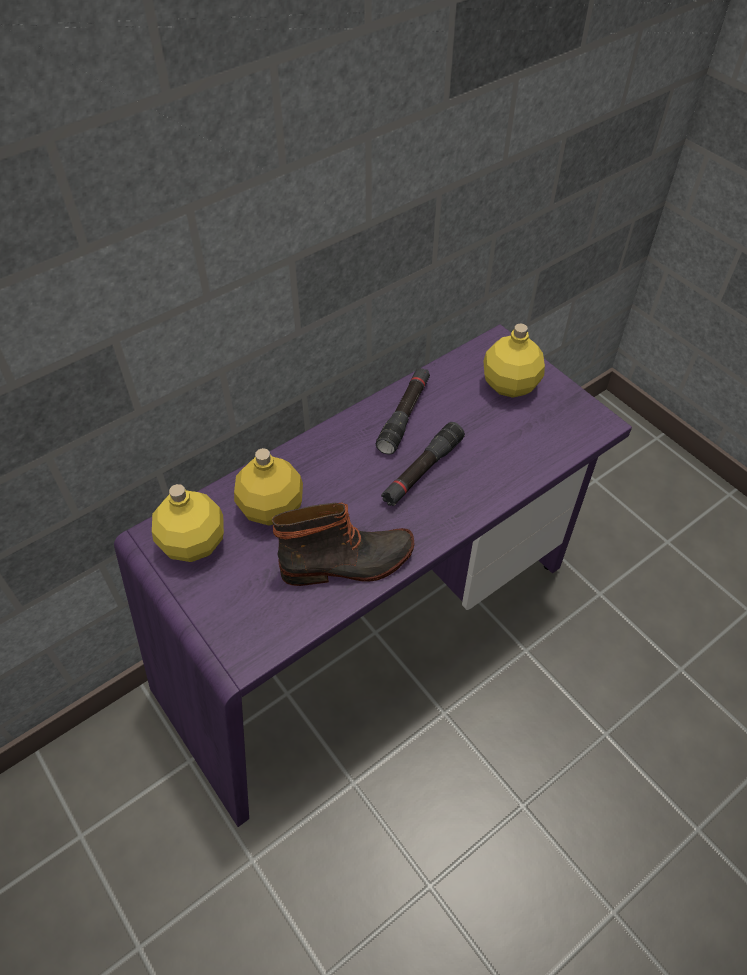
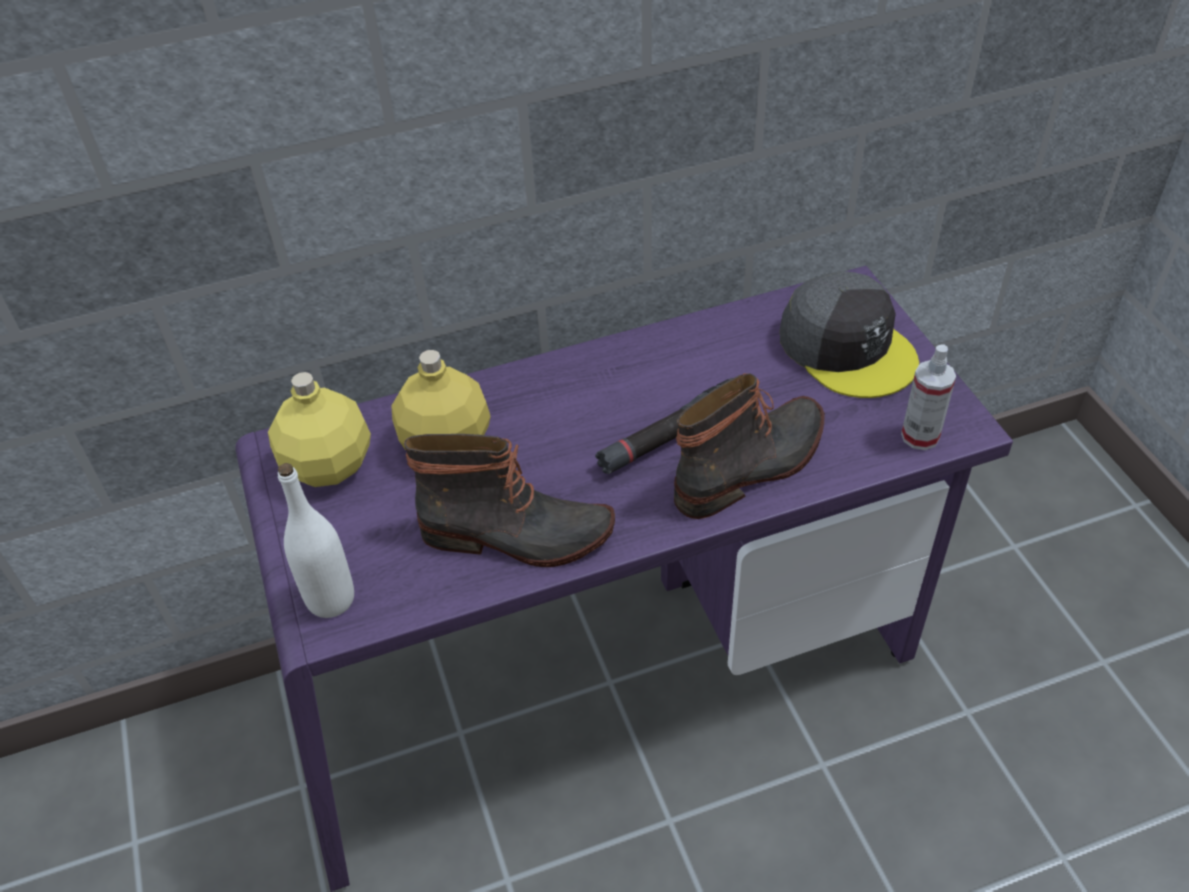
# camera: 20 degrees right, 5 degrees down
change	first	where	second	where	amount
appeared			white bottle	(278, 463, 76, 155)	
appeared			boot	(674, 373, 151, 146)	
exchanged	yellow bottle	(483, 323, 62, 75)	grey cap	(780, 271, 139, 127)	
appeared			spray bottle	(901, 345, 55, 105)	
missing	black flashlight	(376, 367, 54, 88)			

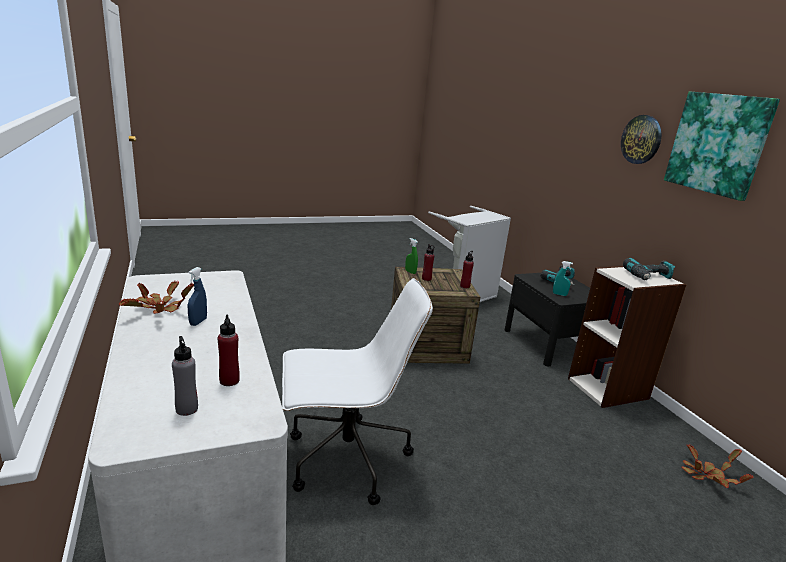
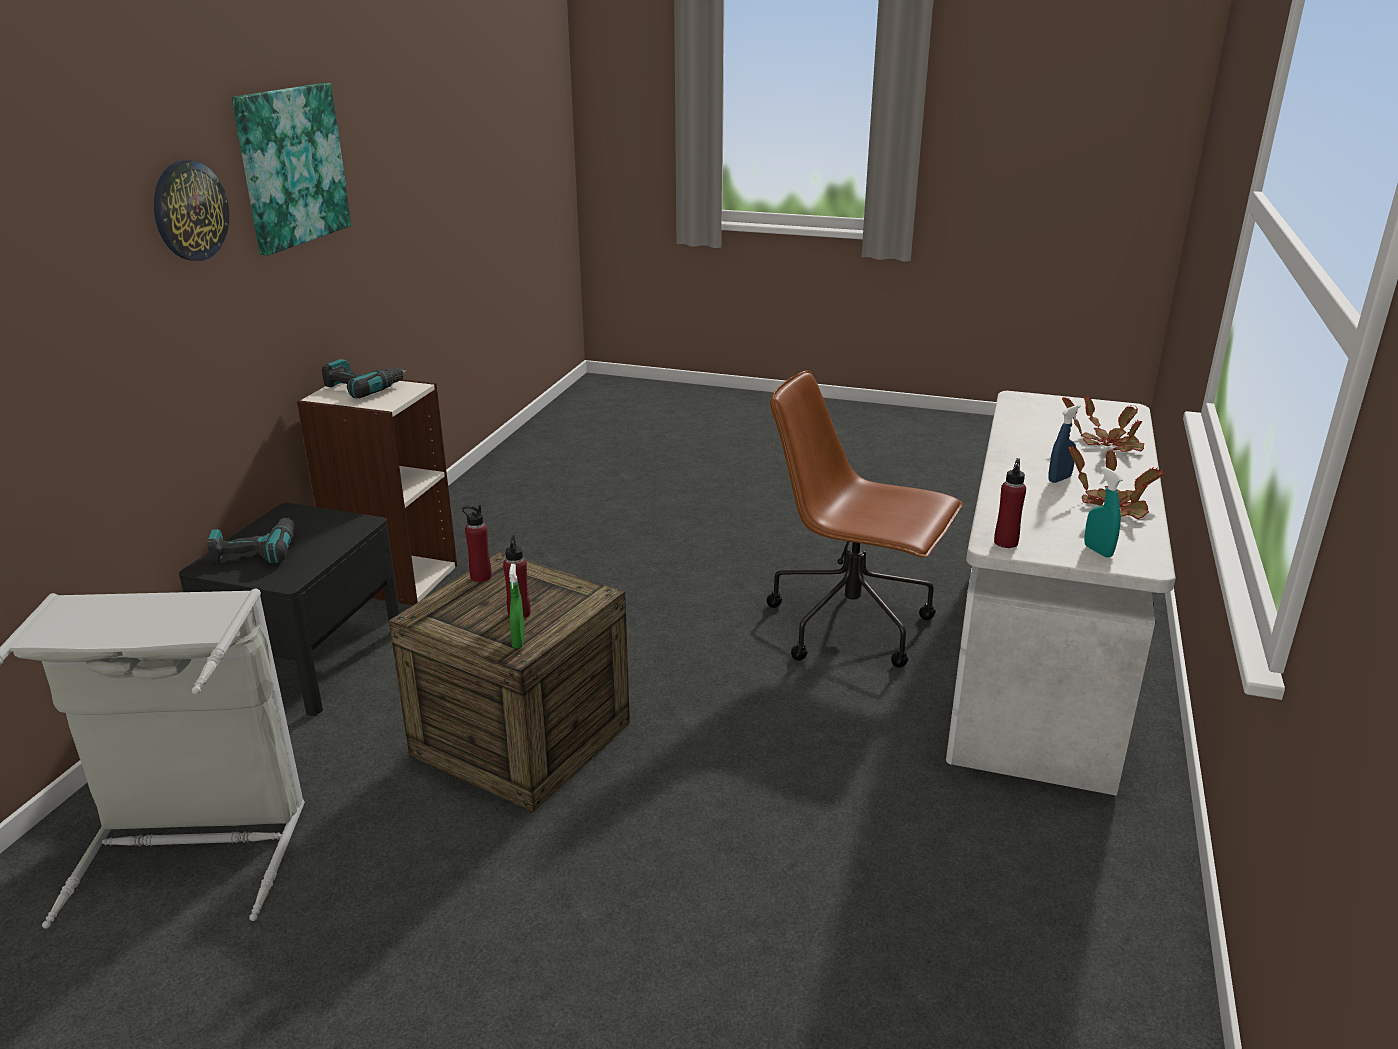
# camera: 140 degrees left, 5 degrees up
change	first	where	second	where	amount
colour	white office chair	(282, 278, 151, 227)	brown office chair	(767, 370, 196, 298)	
relocated	red bottle	(218, 315, 22, 71)		(994, 458, 32, 90)	
relocated	potted plant	(681, 444, 73, 44)		(1062, 396, 82, 56)	
relocated	turquoise spray bottle	(553, 261, 20, 35)		(1084, 466, 39, 92)	
missing	grey bottle	(172, 336, 26, 80)			

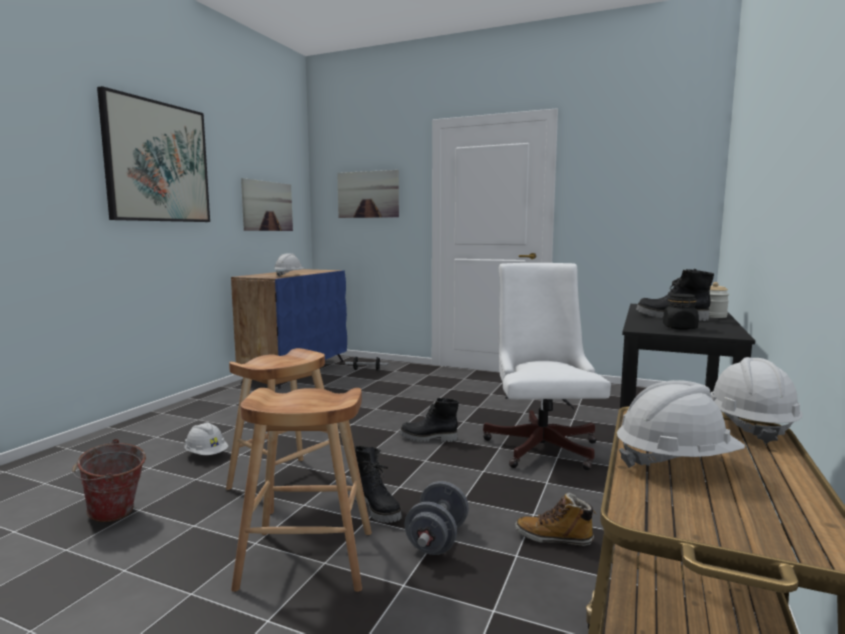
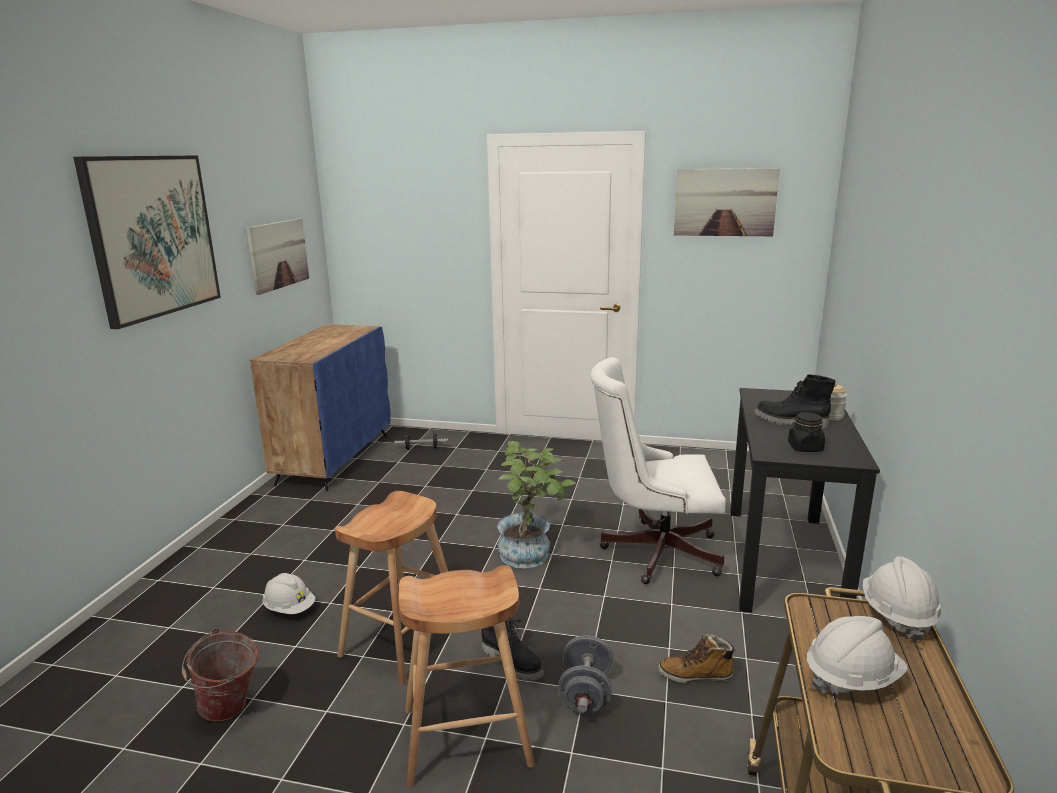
# camera: 10 degrees left, 10 degrees up
change	first	where	second	where	amount
exchanged	black boot	(399, 398, 60, 44)	potted plant	(497, 441, 79, 127)	
spun	white office chair	(483, 263, 128, 207)		(590, 357, 136, 227)	75 degrees counterclockwise
relocated	picture	(337, 170, 62, 48)		(674, 168, 106, 68)	
missing	white hard hat	(274, 253, 31, 24)			

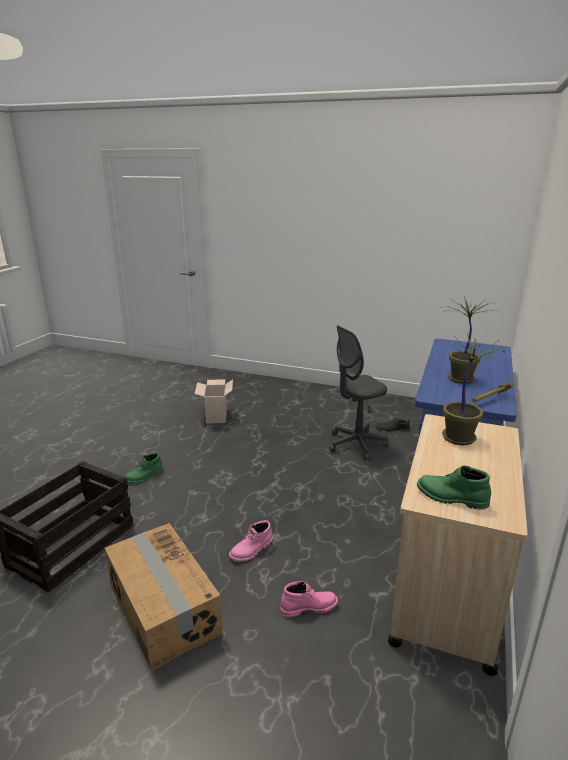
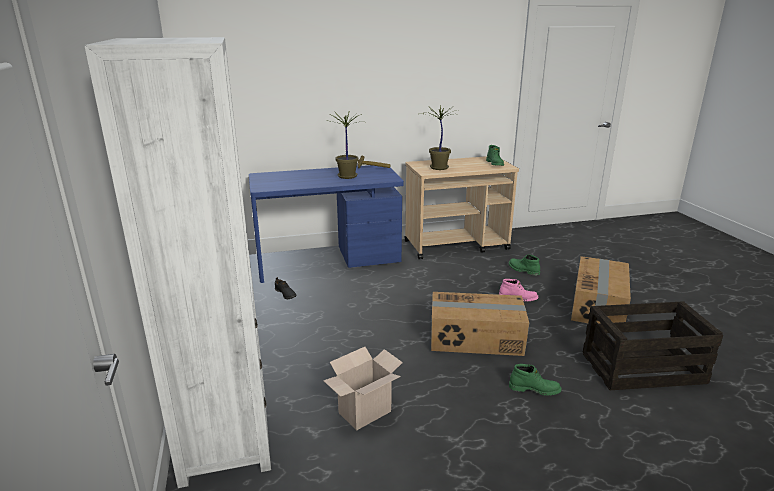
# camera: 125 degrees left, 0 degrees up
change	first	where	second	where	amount
appeared			white bookcase	(84, 37, 187, 451)	
appeared			cardboard box	(431, 292, 98, 64)	
colour	pink boot	(281, 581, 57, 36)	green boot	(509, 255, 31, 21)	
missing	grey office chair	(329, 325, 60, 135)			

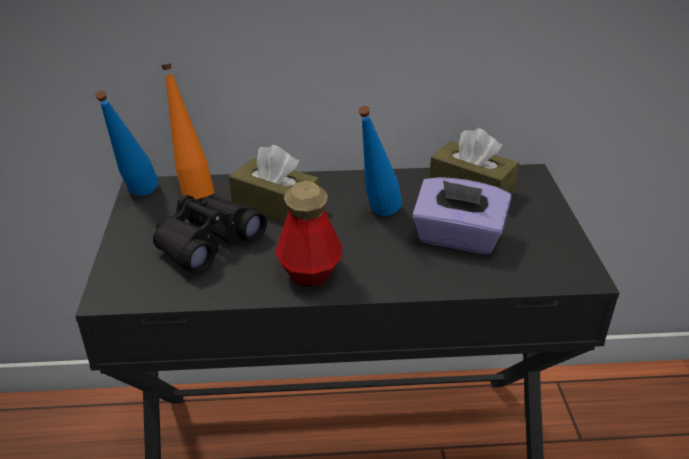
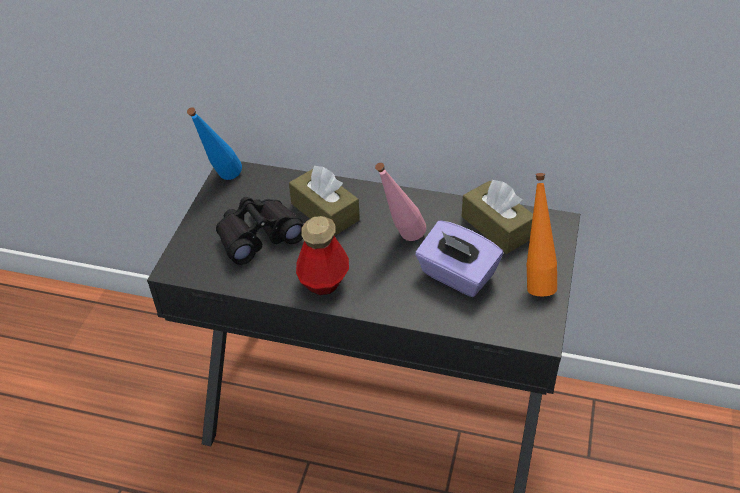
# camera: 20 degrees right, 10 degrees up
change	first	where	second	where	amount
colour	blue bottle	(358, 106, 44, 110)	pink bottle	(375, 163, 51, 78)	
relocated	orange bottle	(161, 63, 53, 136)		(527, 173, 30, 124)	

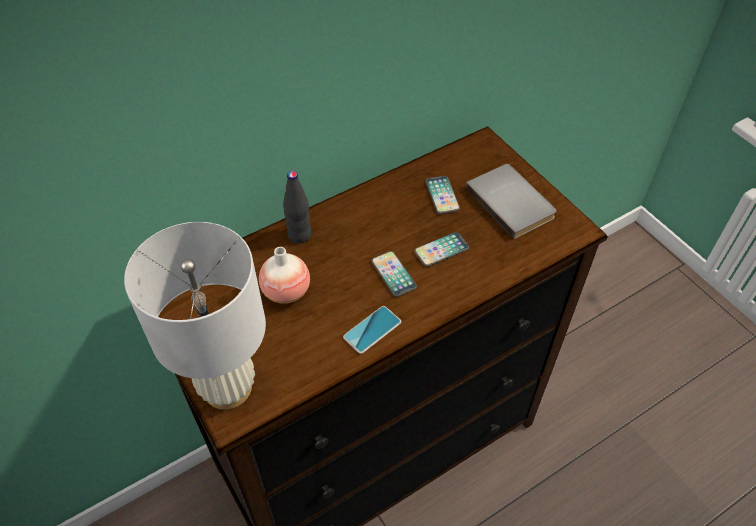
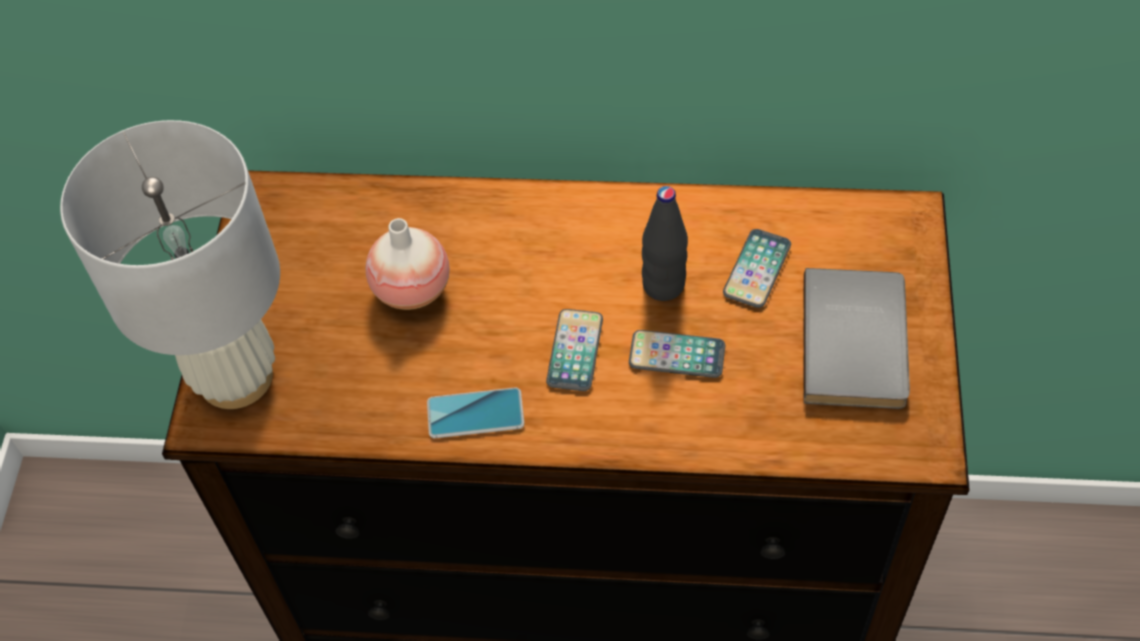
# camera: 40 degrees right, 5 degrees up
change	first	where	second	where	amount
relocated	black bottle	(283, 171, 28, 73)		(642, 186, 46, 115)	

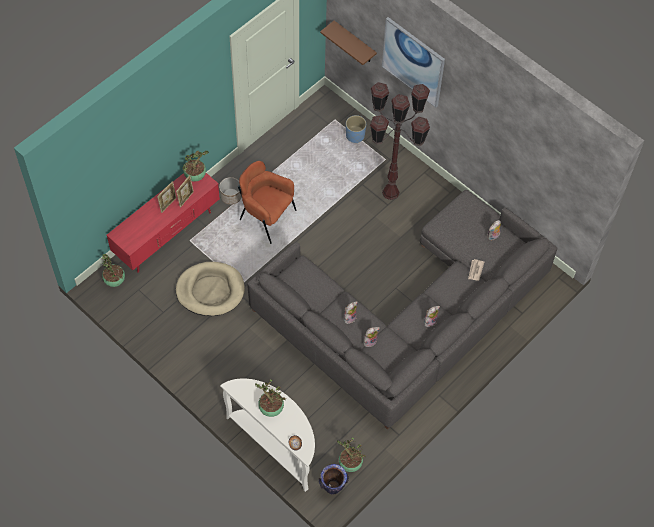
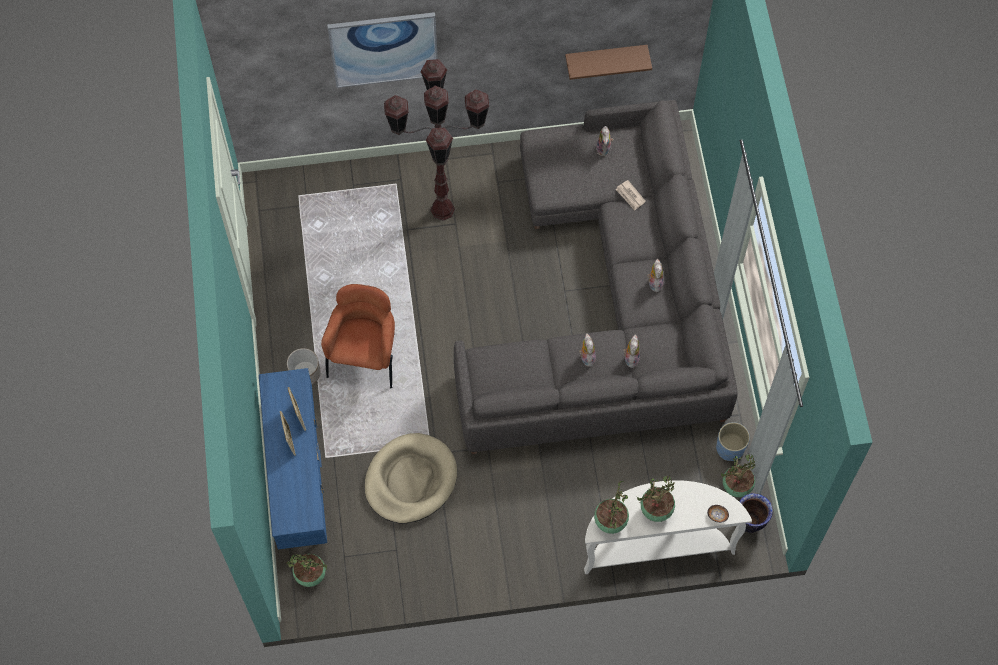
# camera: 50 degrees left, 5 degrees up
change	first	where	second	where	amount
colour	red tv stand	(106, 173, 114, 100)	blue tv stand	(259, 368, 68, 181)	
spun	brown armchair	(238, 161, 59, 83)		(321, 284, 74, 104)	120 degrees clockwise
relocated	brown shelf	(320, 21, 57, 44)		(565, 45, 87, 35)	
relocated	potted plant	(183, 151, 26, 31)		(594, 481, 35, 53)	
relocated	blue planter	(346, 115, 20, 28)		(716, 422, 34, 39)	

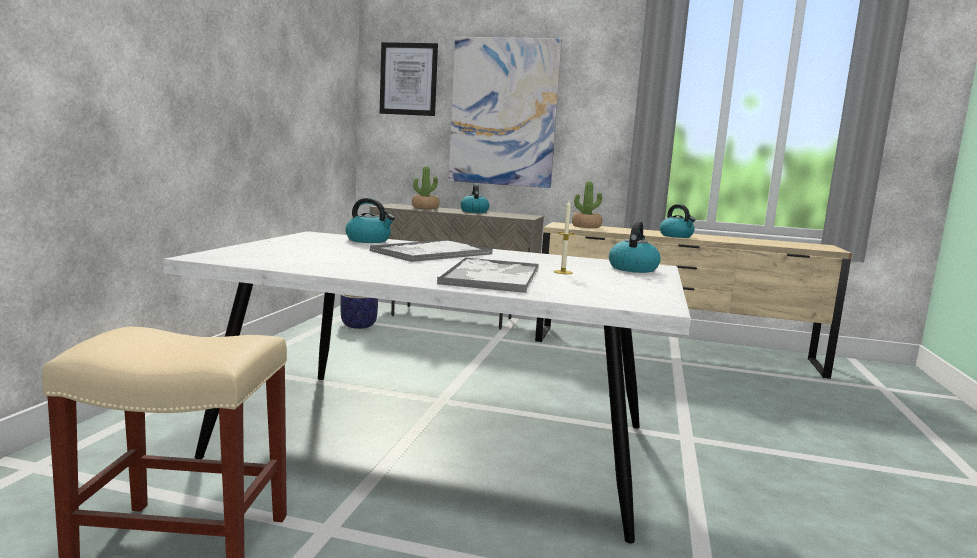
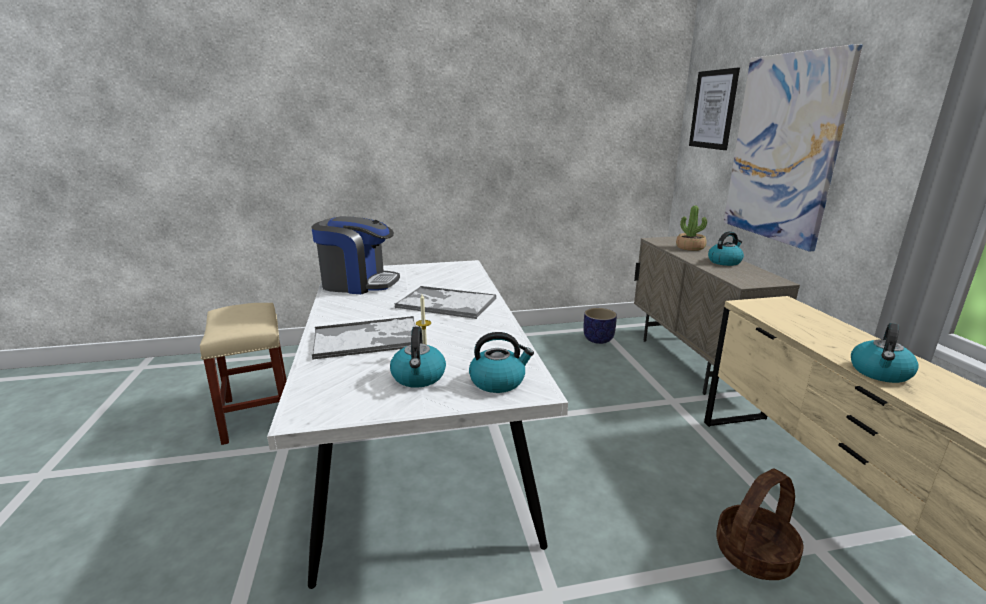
# camera: 65 degrees right, 10 degrees up
change	first	where	second	where	amount
appeared			coffee machine	(311, 216, 89, 78)	
relocated	kettle	(345, 198, 50, 45)		(390, 327, 56, 61)	
appeared			basket	(716, 468, 88, 112)	
missing	potted plant	(572, 181, 30, 47)			

